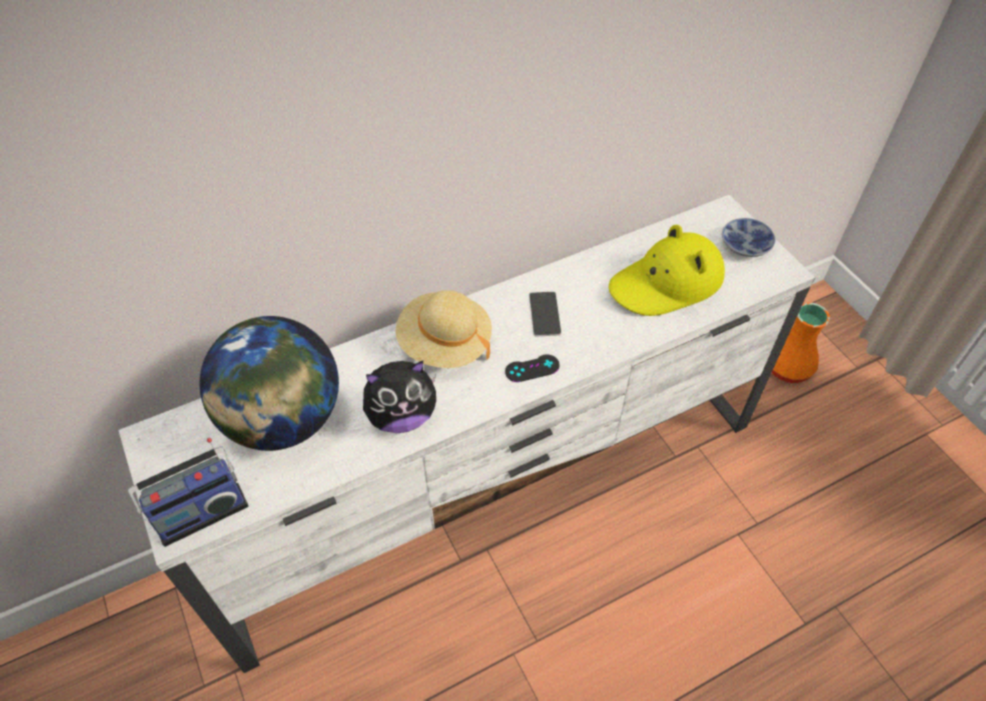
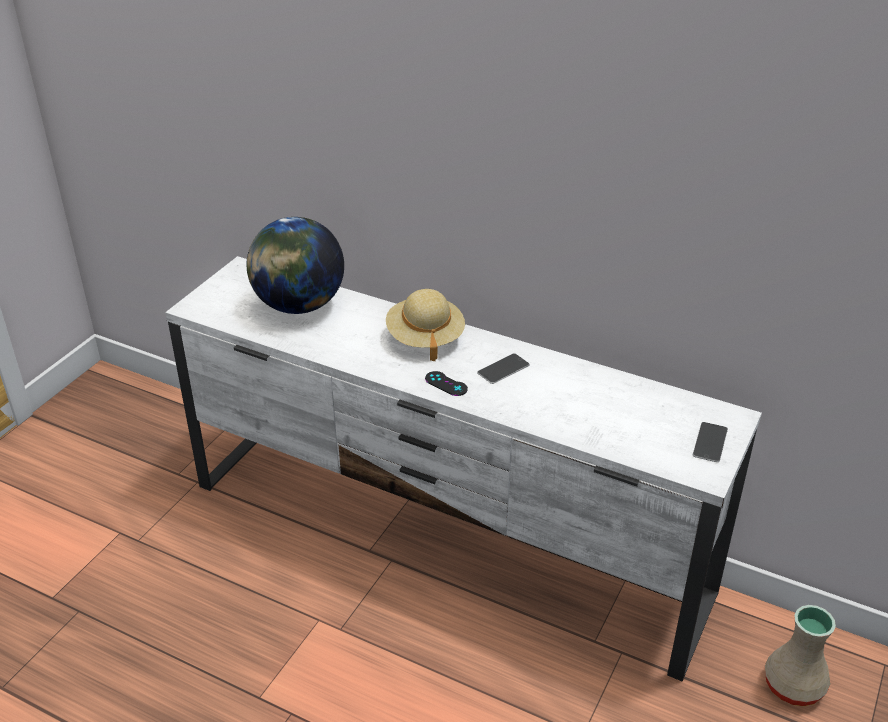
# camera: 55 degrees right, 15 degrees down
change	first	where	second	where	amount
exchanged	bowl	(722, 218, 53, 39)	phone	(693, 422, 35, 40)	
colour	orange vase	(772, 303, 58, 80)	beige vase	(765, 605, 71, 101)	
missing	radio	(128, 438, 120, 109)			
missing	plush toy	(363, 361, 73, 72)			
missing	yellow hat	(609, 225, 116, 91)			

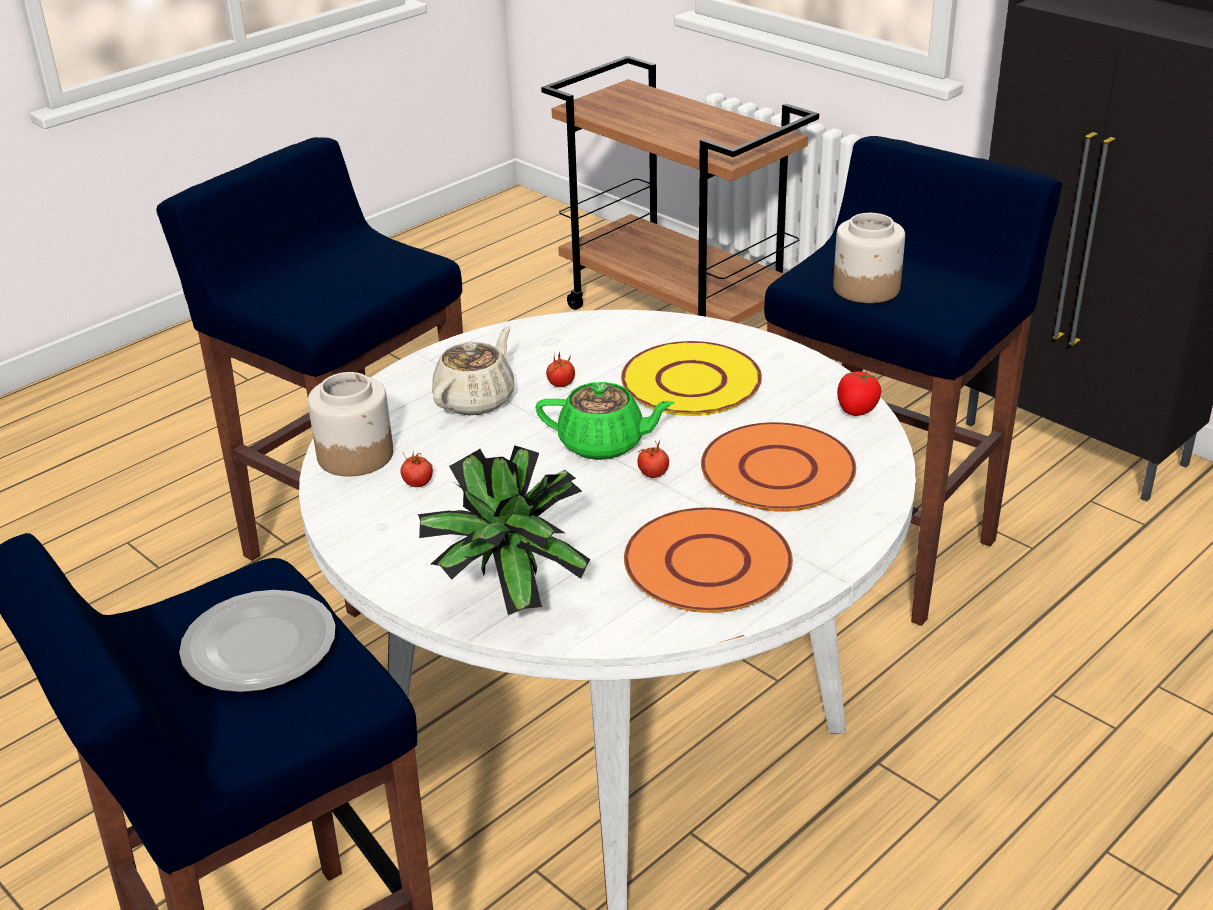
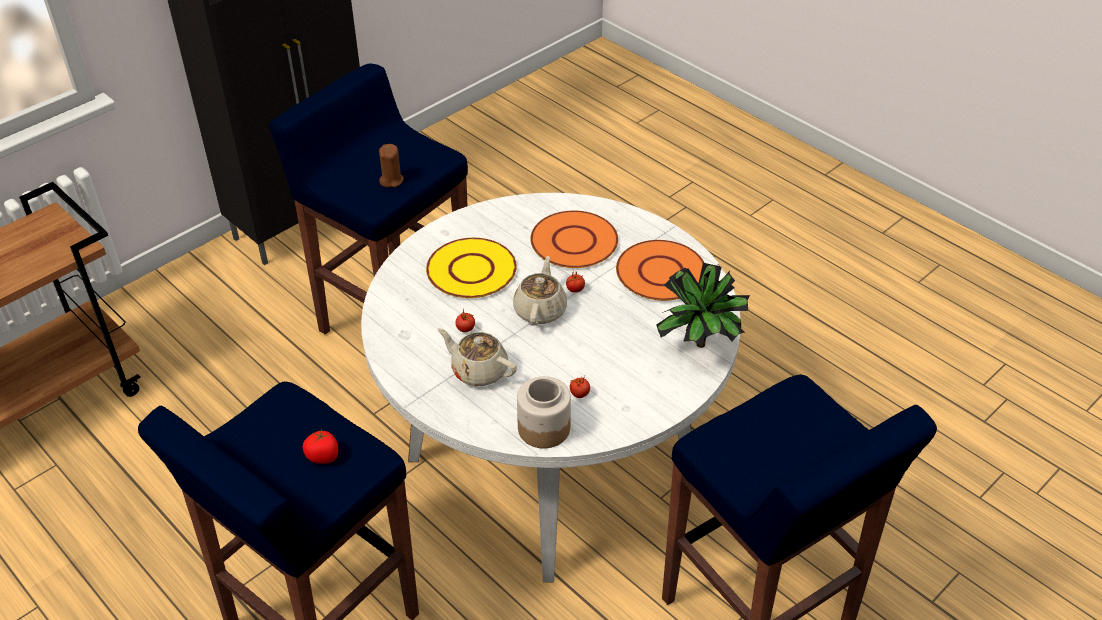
# camera: 90 degrees left, 10 degrees up
change	first	where	second	where	amount
relocated	tomato	(837, 371, 44, 45)		(303, 429, 35, 35)	
exchanged	jar	(833, 213, 72, 90)	brown candle	(379, 144, 25, 43)	
colour	green teapot	(536, 382, 139, 78)	beige teapot	(513, 256, 54, 70)	
missing	plate	(179, 590, 157, 102)			

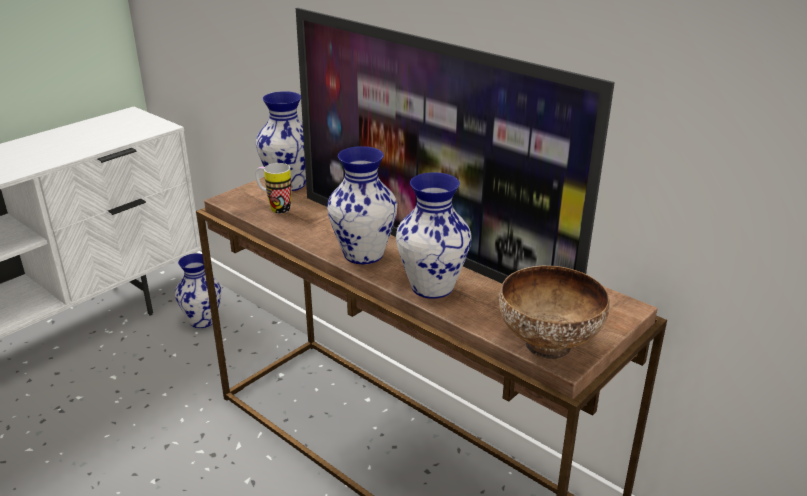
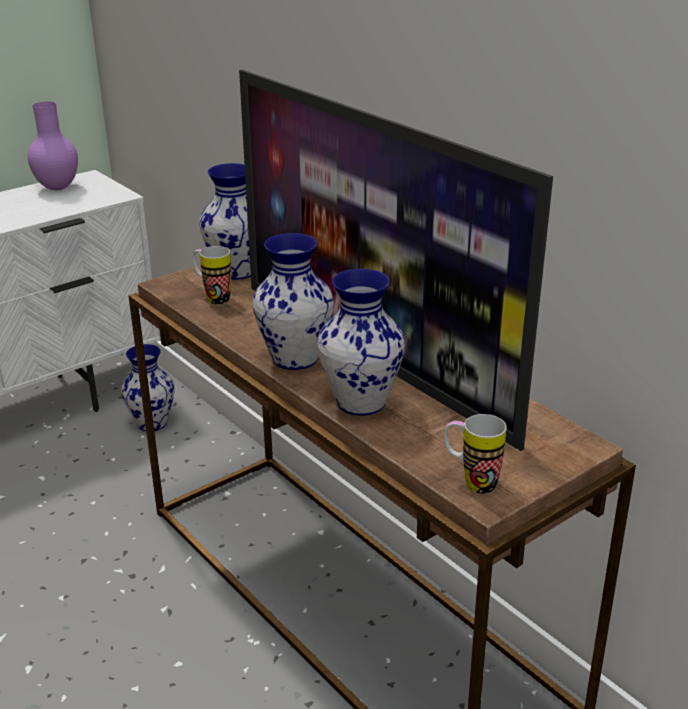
# camera: 10 degrees right, 0 degrees up
change	first	where	second	where	amount
appeared			purple vase	(28, 101, 50, 89)	
exchanged	bowl	(499, 266, 110, 93)	mug	(444, 414, 63, 80)	

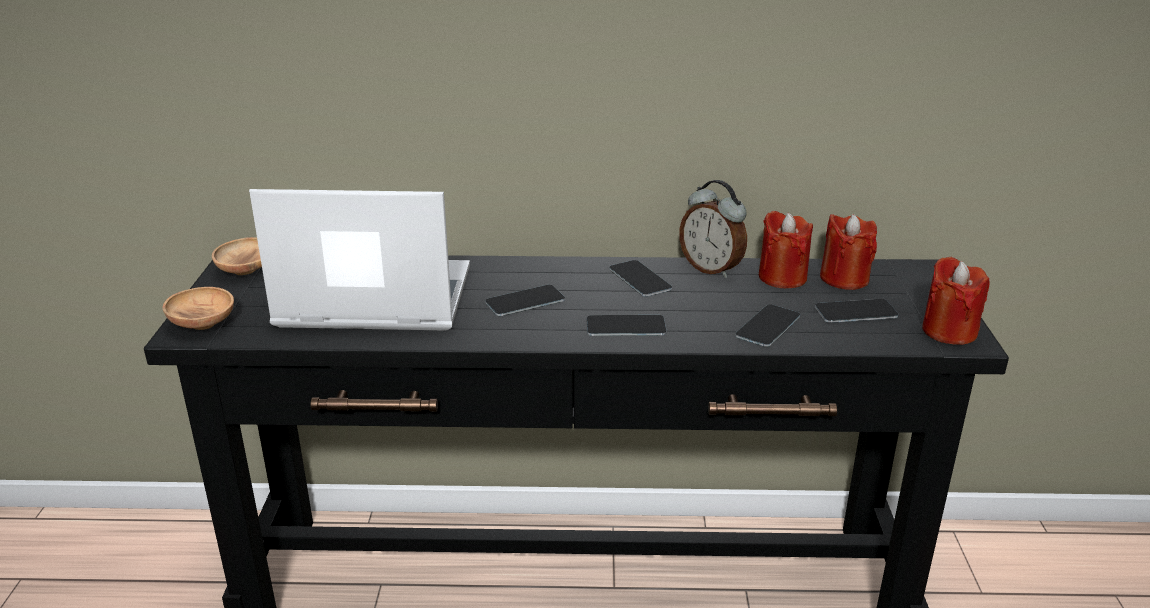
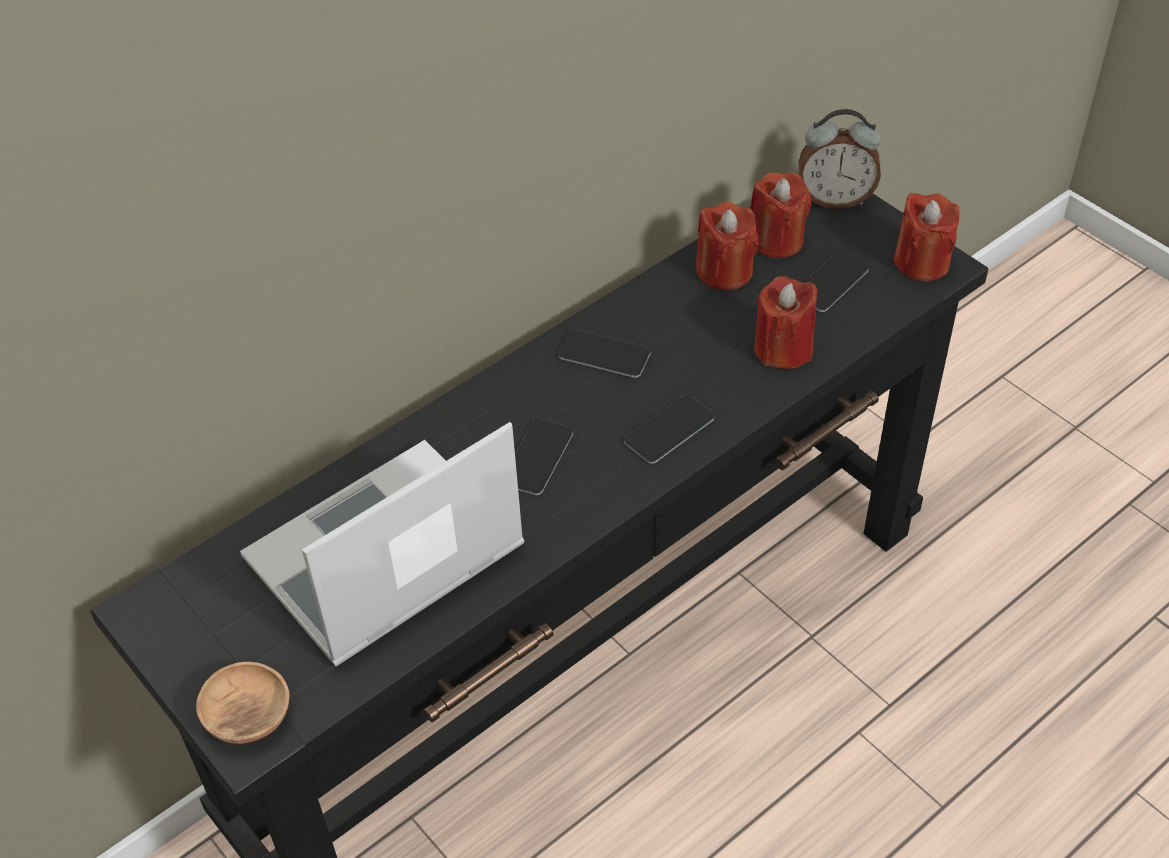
# camera: 40 degrees left, 20 degrees up
change	first	where	second	where	amount
exchanged	phone	(735, 305, 65, 42)	red candle	(754, 276, 64, 93)	
relocated	alarm clock	(679, 180, 68, 98)		(799, 109, 82, 100)	
missing	brown bowl	(212, 237, 50, 38)			

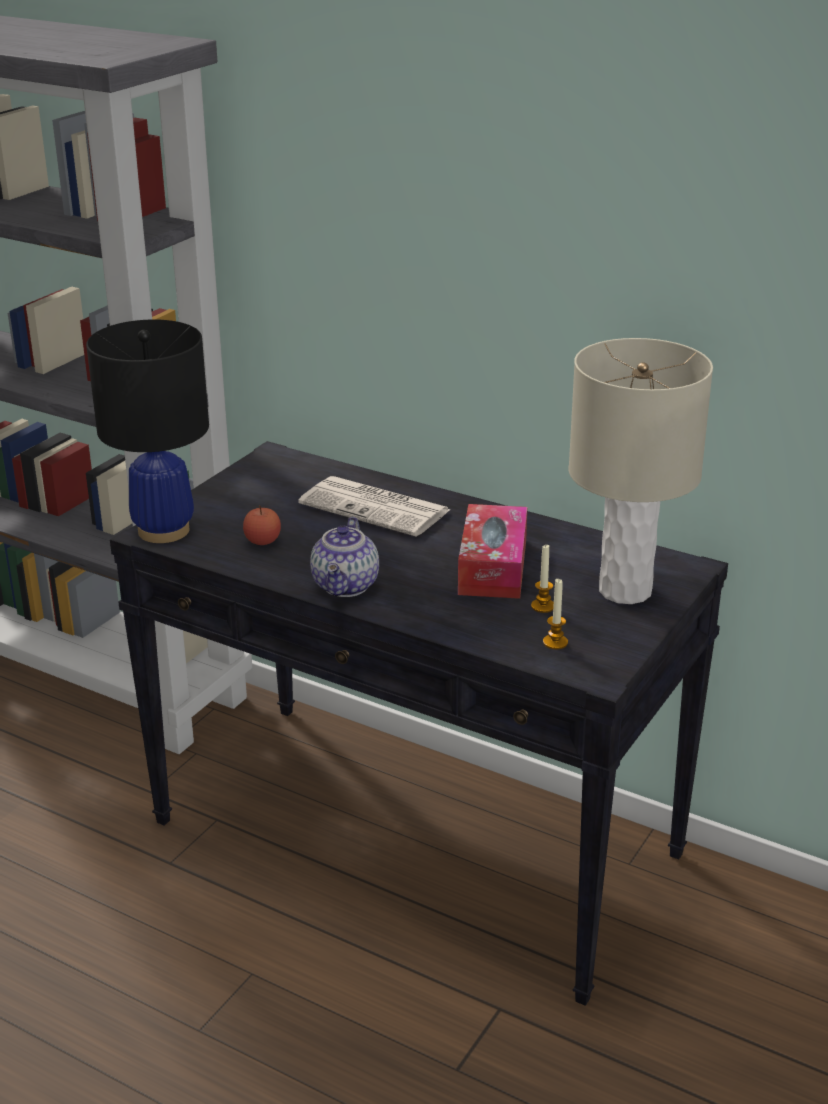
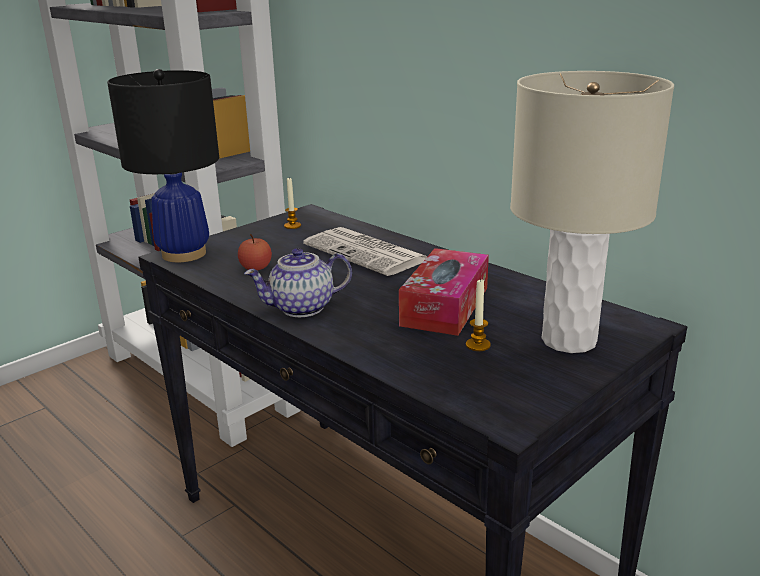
# camera: 15 degrees right, 5 degrees down
change	first	where	second	where	amount
spun	teapot	(310, 517, 69, 80)		(244, 248, 108, 69)	45 degrees clockwise
relocated	candle	(543, 579, 25, 70)		(284, 178, 17, 51)	

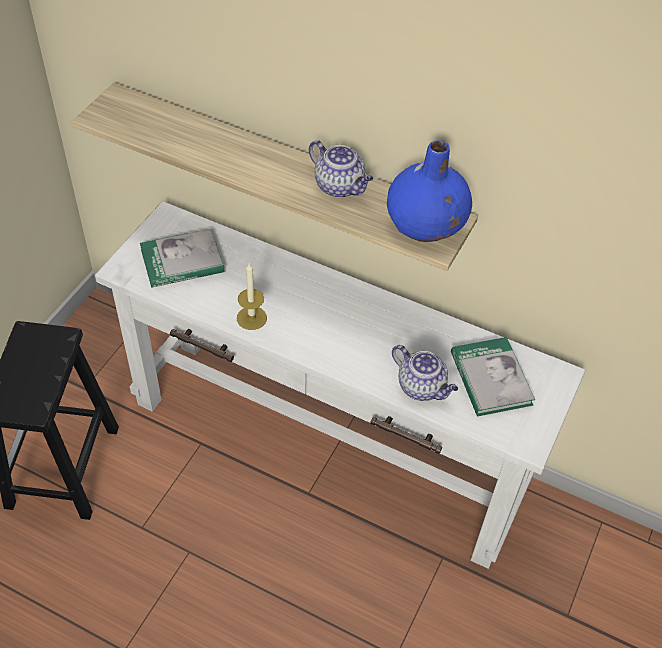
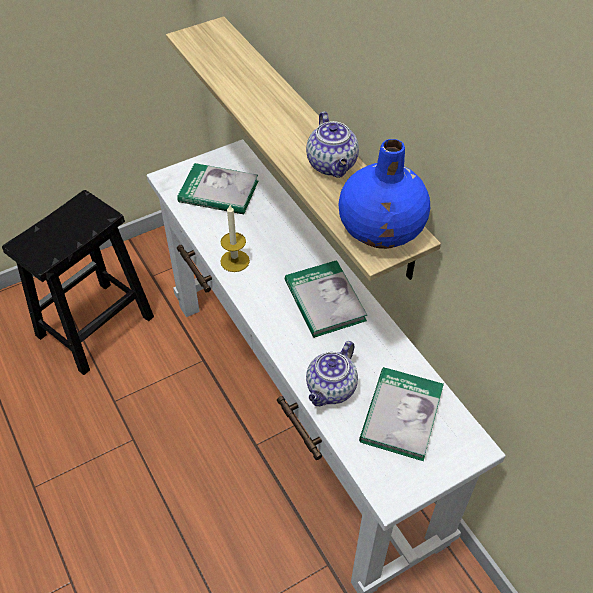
# camera: 35 degrees right, 0 degrees up
change	first	where	second	where	amount
appeared			book	(285, 260, 82, 78)	
spun	teapot	(392, 345, 66, 56)		(306, 341, 52, 65)	45 degrees clockwise

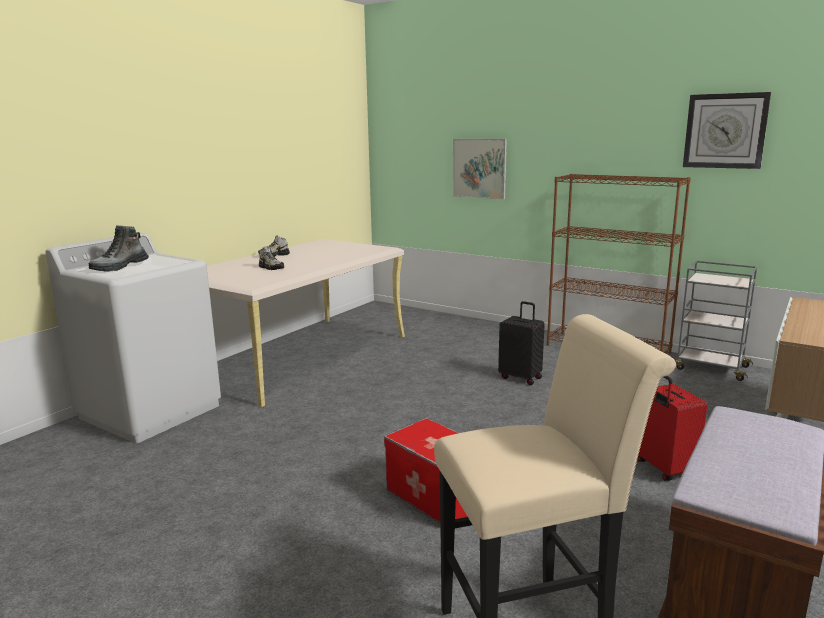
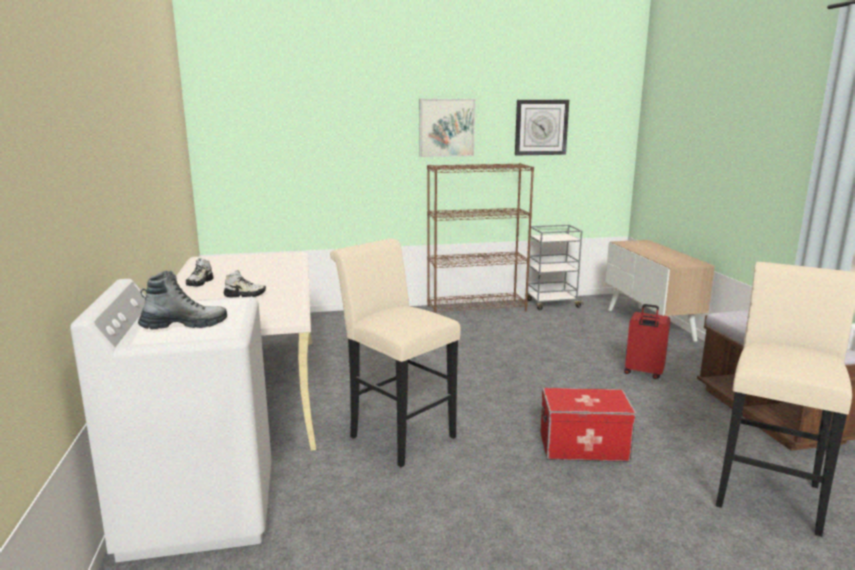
# camera: 45 degrees left, 0 degrees up
change	first	where	second	where	amount
spun	boot	(89, 225, 60, 47)		(138, 271, 89, 58)	105 degrees counterclockwise
appeared			beige stool	(330, 239, 131, 228)	
relocated	picture	(453, 139, 54, 60)		(419, 99, 56, 58)	
missing	black suitcase	(498, 301, 47, 84)			

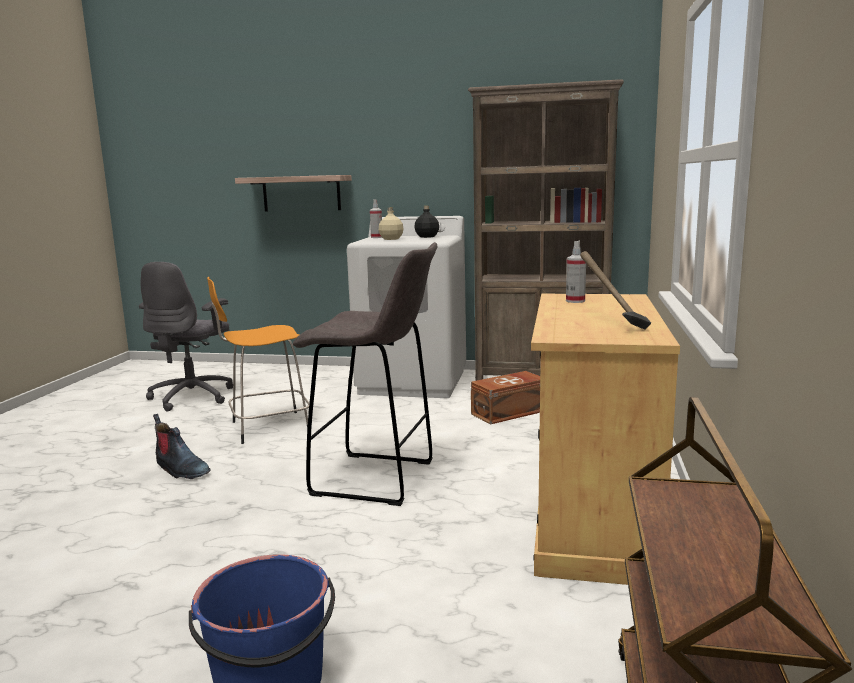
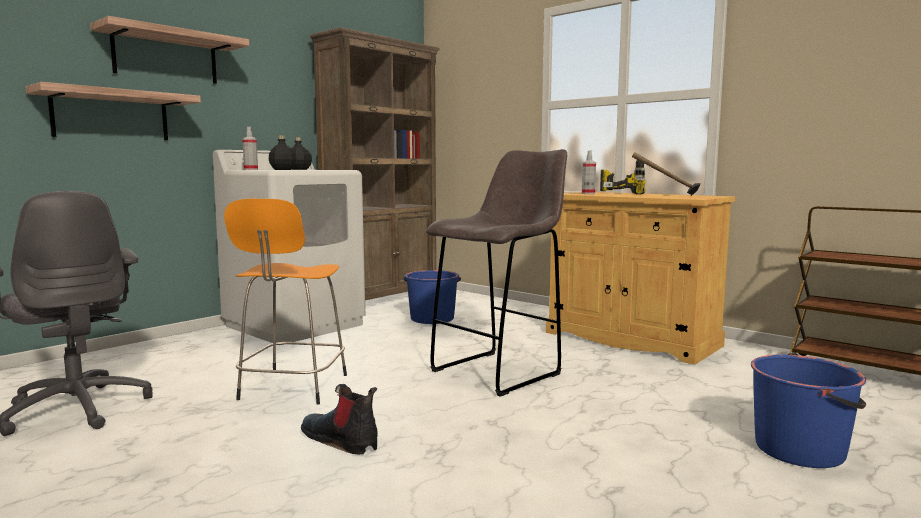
# camera: 60 degrees left, 5 degrees down
change	first	where	second	where	amount
appeared			shelf	(90, 16, 159, 68)	
colour	beige bottle	(379, 207, 25, 33)	black bottle	(269, 135, 27, 35)	
spun	boot	(153, 414, 58, 65)		(301, 384, 77, 70)	120 degrees counterclockwise
exchanged	brown storage box	(471, 371, 69, 53)	blue bucket	(404, 270, 57, 54)	
appeared			power drill	(600, 160, 46, 34)	

